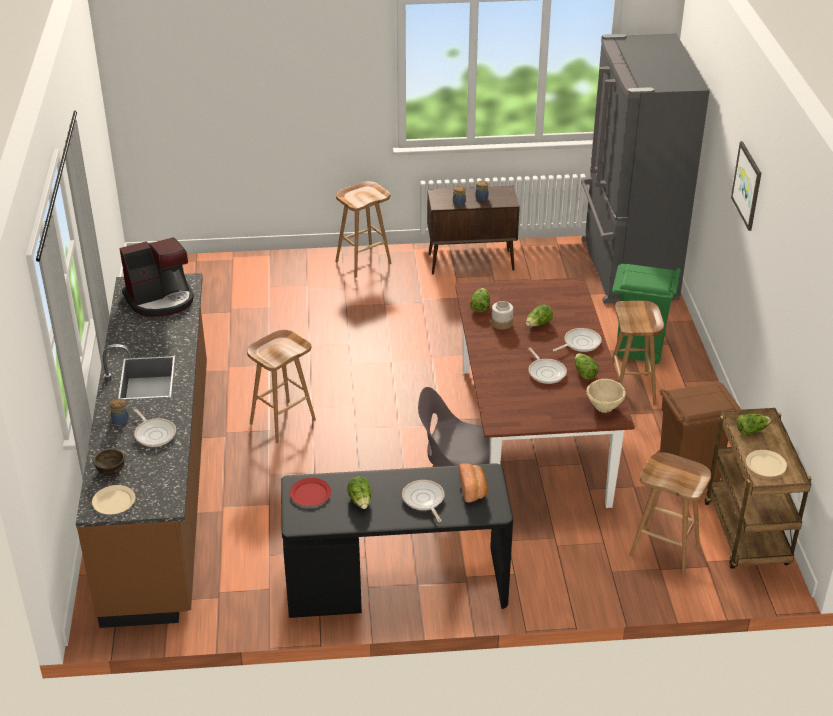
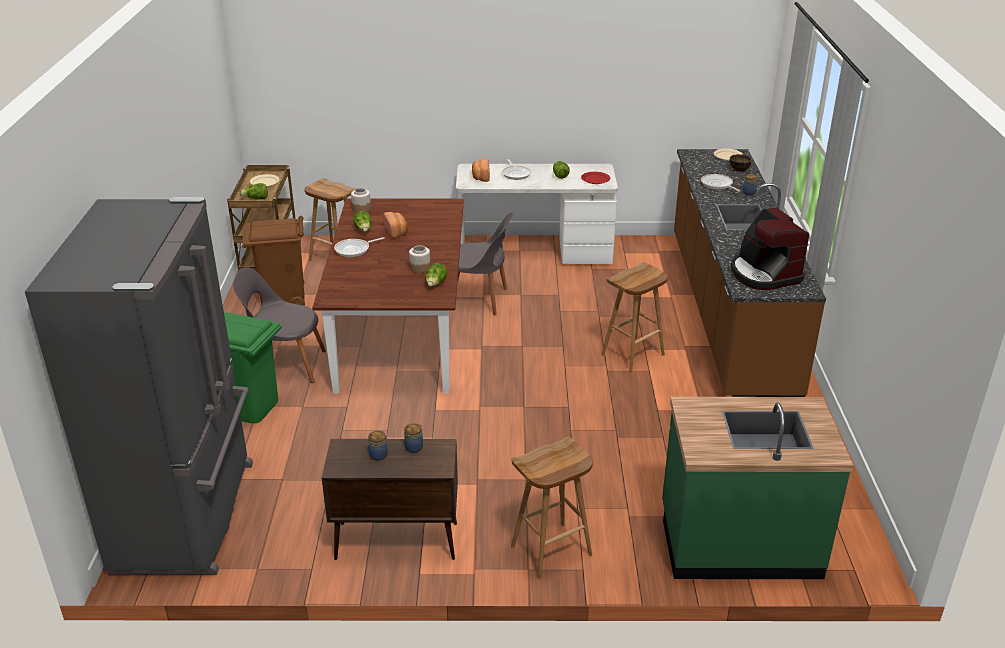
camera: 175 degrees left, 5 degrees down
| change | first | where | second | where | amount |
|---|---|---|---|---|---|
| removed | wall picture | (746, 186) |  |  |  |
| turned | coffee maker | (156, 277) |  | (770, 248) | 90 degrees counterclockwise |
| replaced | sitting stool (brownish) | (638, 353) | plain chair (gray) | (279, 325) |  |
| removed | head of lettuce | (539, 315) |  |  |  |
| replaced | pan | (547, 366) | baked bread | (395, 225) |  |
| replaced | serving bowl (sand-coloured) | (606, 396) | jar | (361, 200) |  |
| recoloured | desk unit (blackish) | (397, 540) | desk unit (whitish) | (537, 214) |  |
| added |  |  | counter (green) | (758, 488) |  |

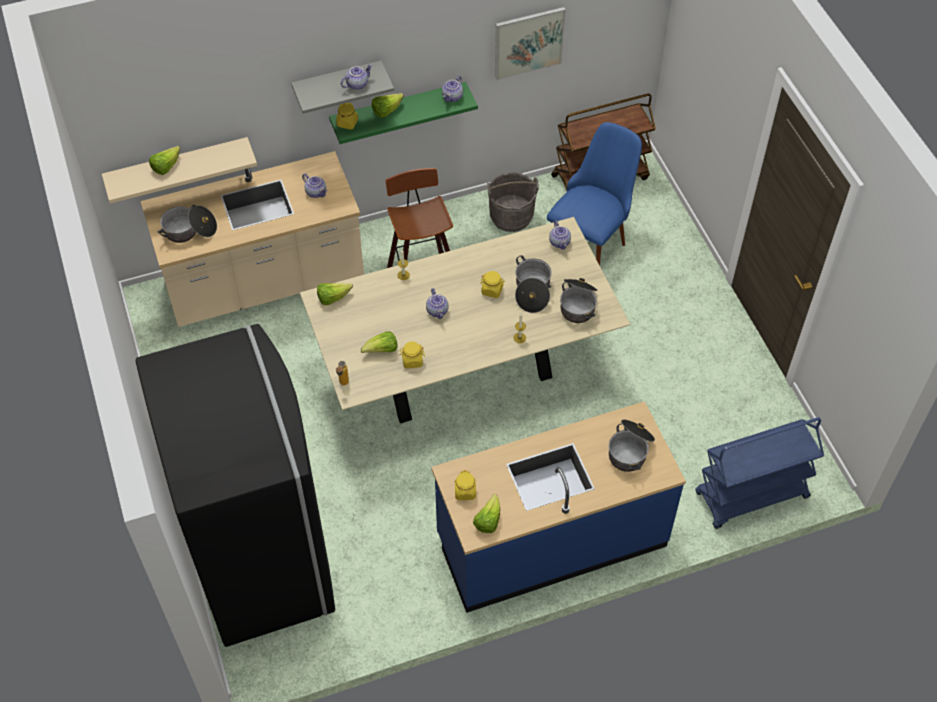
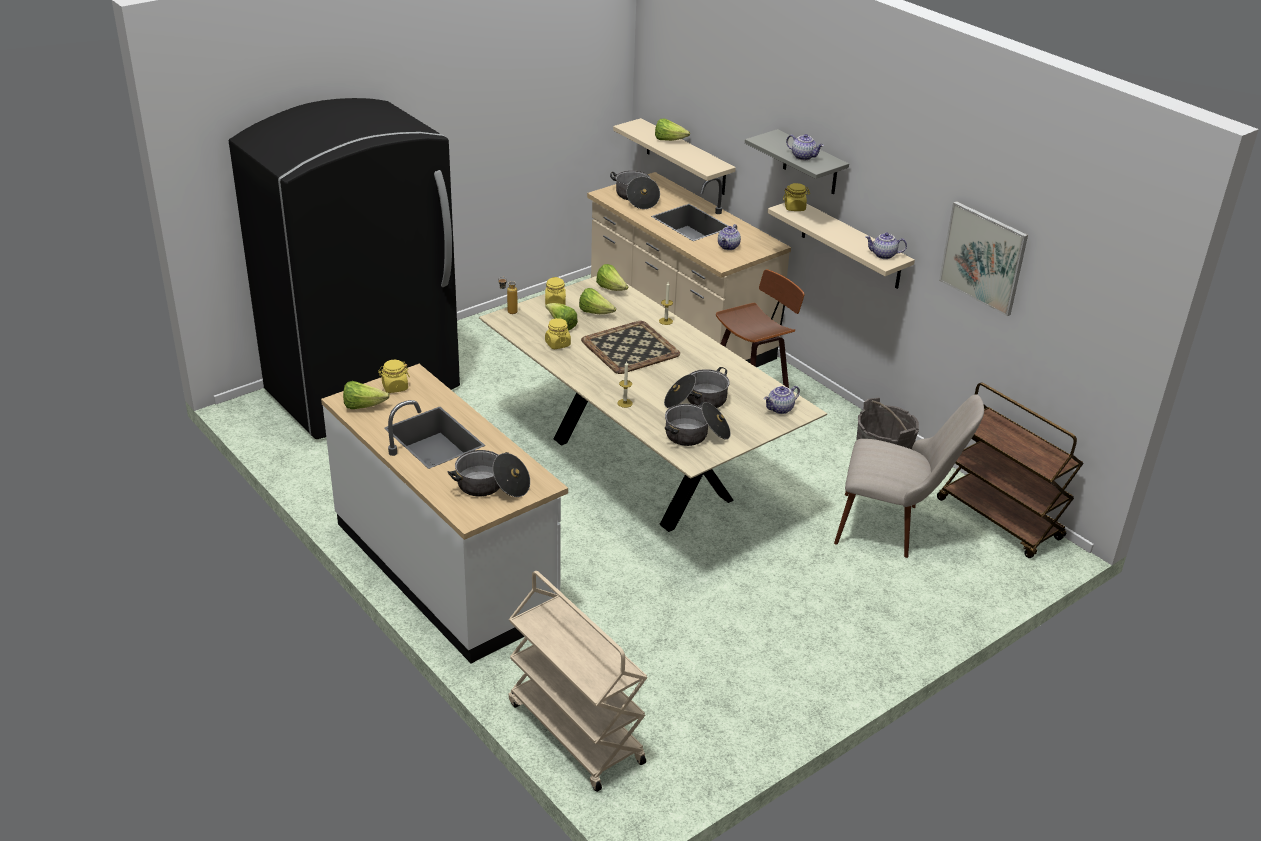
camera: 70 degrees right, 20 degrees down
| change | first | where | second | where | amount |
|---|---|---|---|---|---|
| recoloured | wall shelf (green) | (403, 113) | wall shelf (sand-coloured) | (841, 246) |  |
| moved | head of lettuce | (388, 105) |  | (597, 301) |  |
| recoloured | plain chair (blue-coloured) | (594, 193) | plain chair (sand-coloured) | (909, 476) |  |
| moved | jar (yellow-coloured) | (492, 284) |  | (555, 291) |  |
| replaced | teapot | (437, 303) | tray | (630, 347) |  |
| recoloured | counter (blue-coloured) | (558, 507) | counter (whitish) | (444, 513) |  |
| recoloured | cart (blue-coloured) | (759, 473) | cart (sand-coloured) | (578, 681) |  |

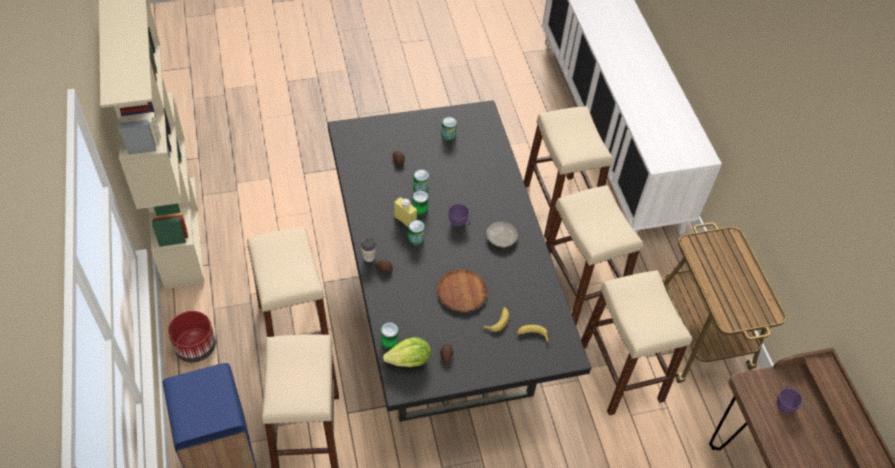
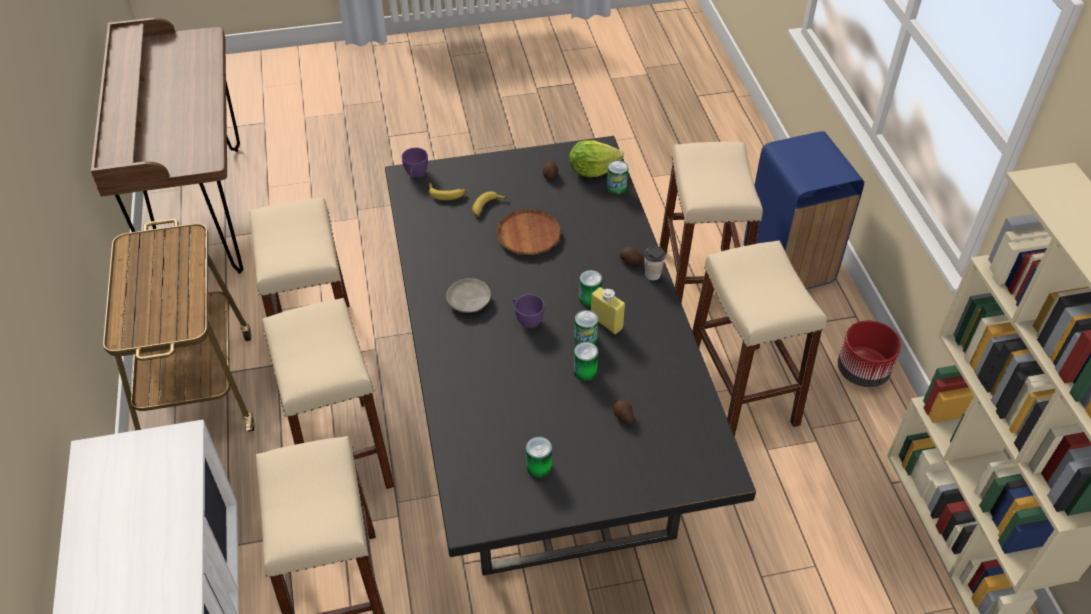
camera: 175 degrees left, 5 degrees down
| change | first | where | second | where | amount |
|---|---|---|---|---|---|
| moved | cup (purple-coloured) | (790, 399) |  | (415, 162) |  |

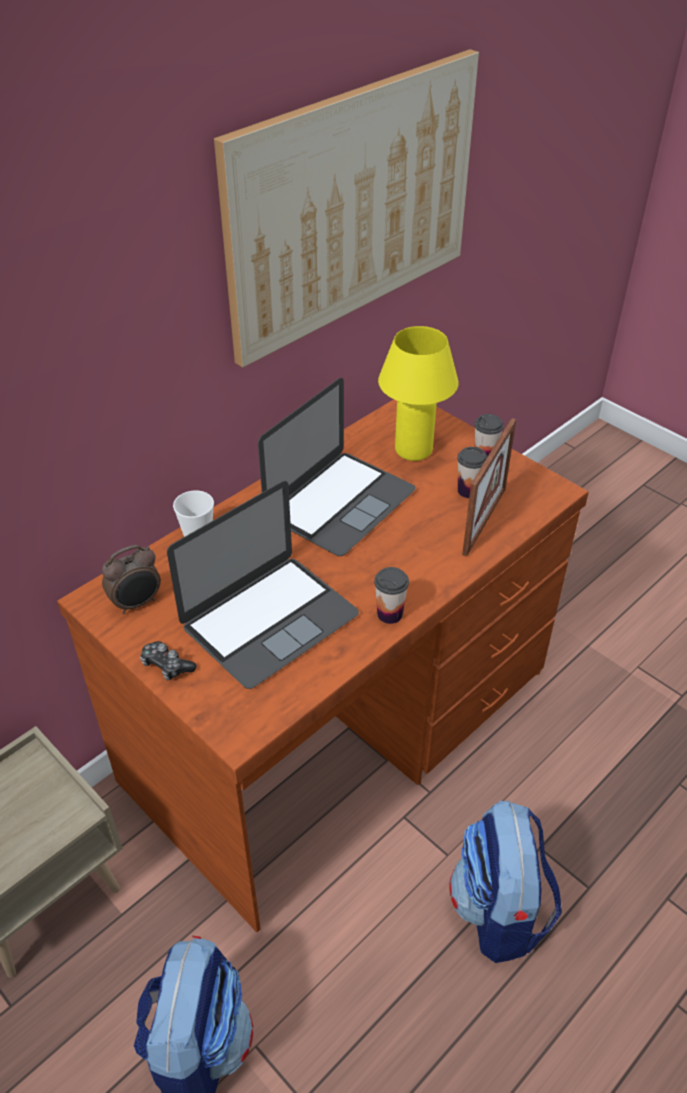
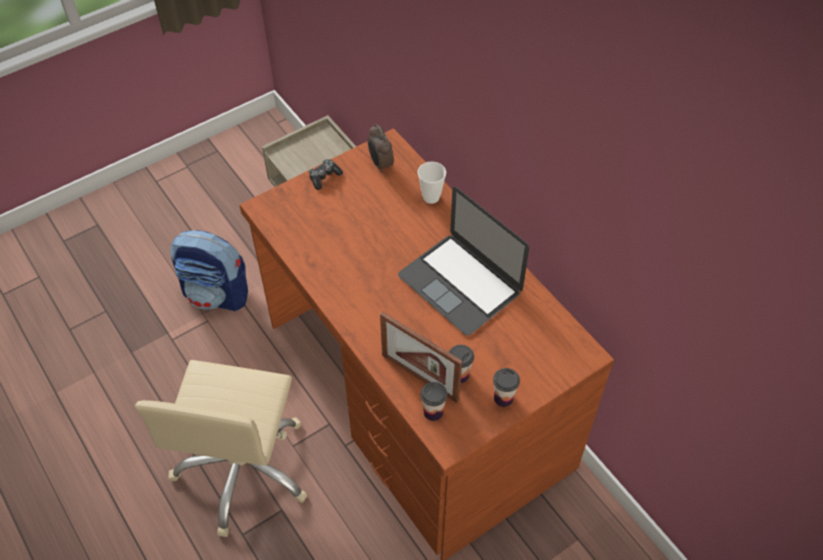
camera: 100 degrees right, 10 degrees up
| change | first | where | second | where | amount |
|---|---|---|---|---|---|
| removed | wall picture | (346, 208) |  |  |  |
| removed | tabletop lamp (yellow-coloured) | (418, 393) |  |  |  |
| removed | notebook computer | (263, 585) |  |  |  |
| moved | cup | (391, 595) |  | (434, 401) |  |
| replaced | knapsack | (506, 882) | office chair (sand-coloured) | (221, 448) |  |

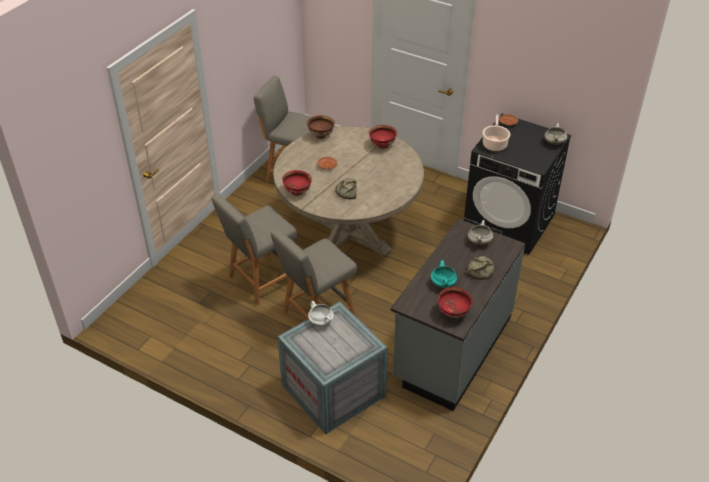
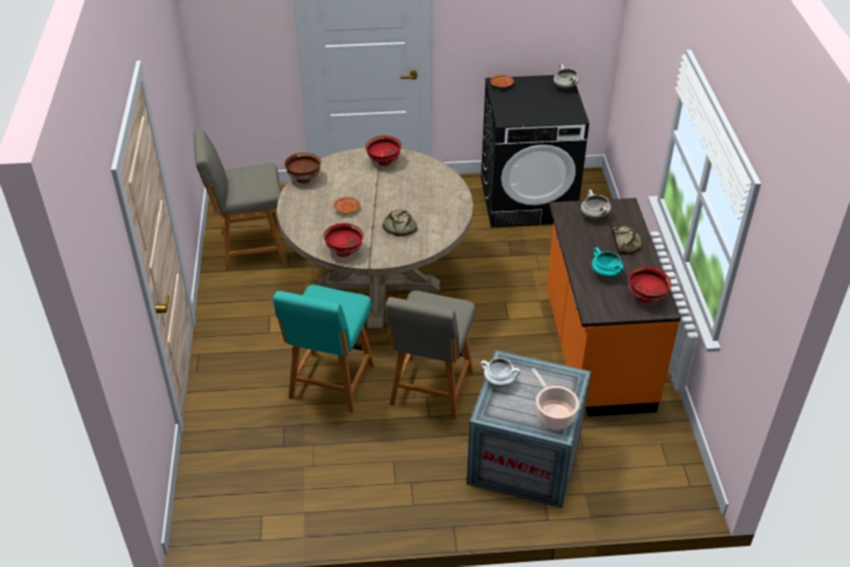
camera: 35 degrees left, 0 degrees up
| change | first | where | second | where | amount |
|---|---|---|---|---|---|
| moved | cooking pot | (496, 133) |  | (555, 398) |  |
| recoloured | plain chair (gray) | (254, 249) | plain chair (blue-green) | (324, 349) |  |
| recoloured | counter (gray) | (458, 315) | counter (orange-coloured) | (614, 307) |  |

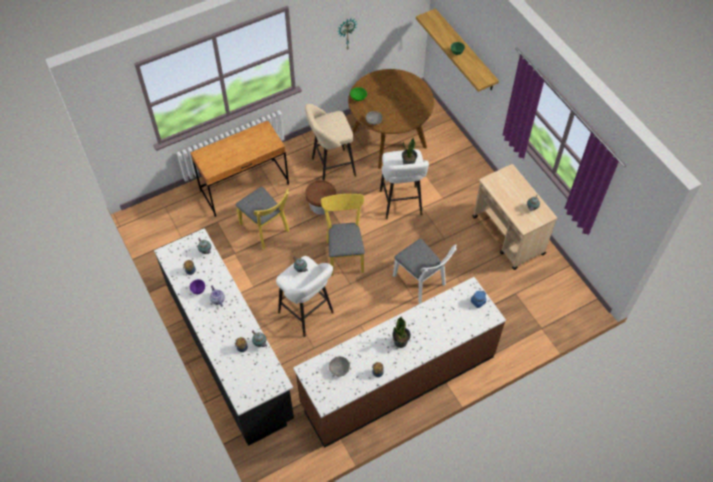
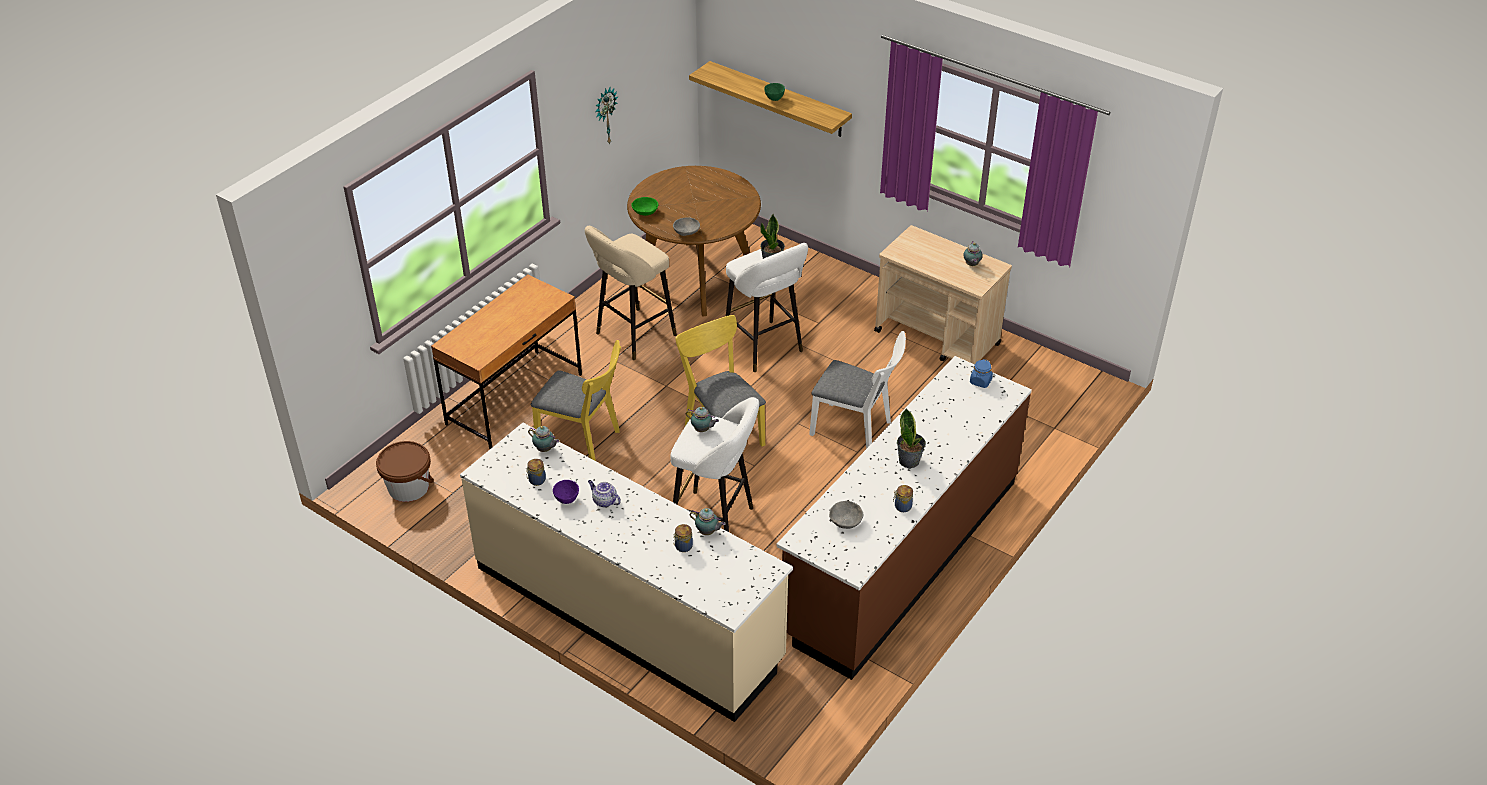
camera: 25 degrees left, 15 degrees down
| change | first | where | second | where | amount |
|---|---|---|---|---|---|
| moved | pail (brownish) | (320, 197) |  | (405, 471) |  |
| recoloured | counter (blackish) | (224, 337) | counter (sand-coloured) | (626, 572) |  |

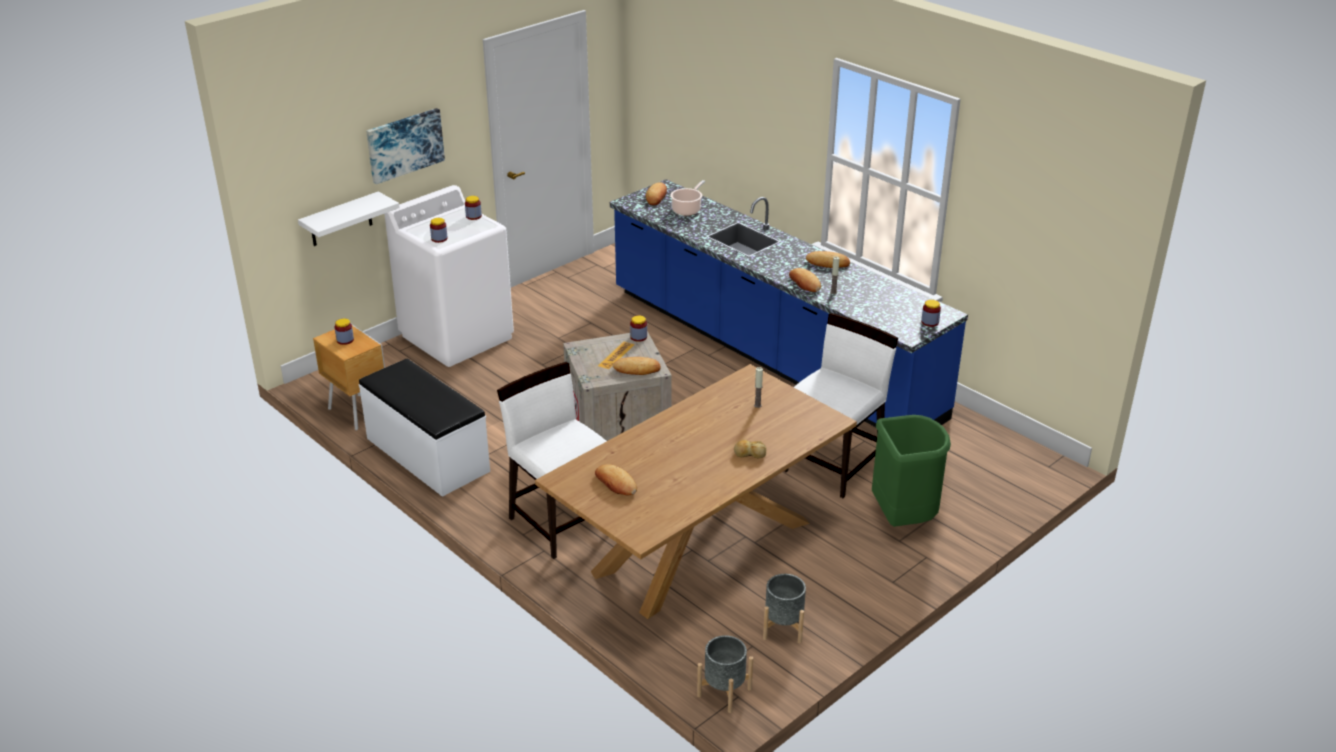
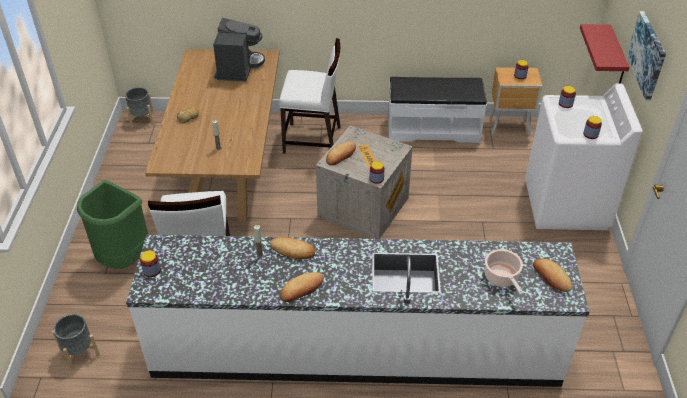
camera: 135 degrees right, 10 degrees up
| change | first | where | second | where | amount |
|---|---|---|---|---|---|
| recoloured | counter (blue-coloured) | (789, 303) | counter (whitish) | (358, 311) |  |
| recoloured | wall shelf (whitish) | (349, 218) | wall shelf (red-coloured) | (605, 53) |  |
| replaced | baked bread | (616, 479) | coffee maker | (239, 50) |  |
| moved | flower pot (gray) | (784, 608) |  | (76, 342) |  |

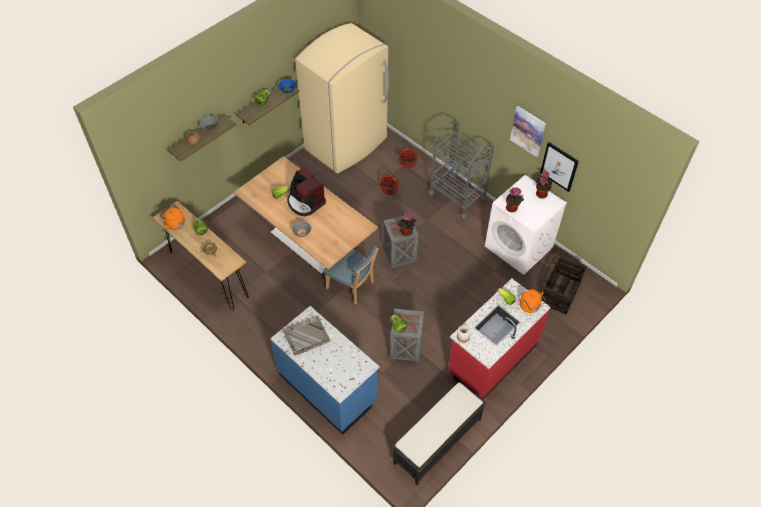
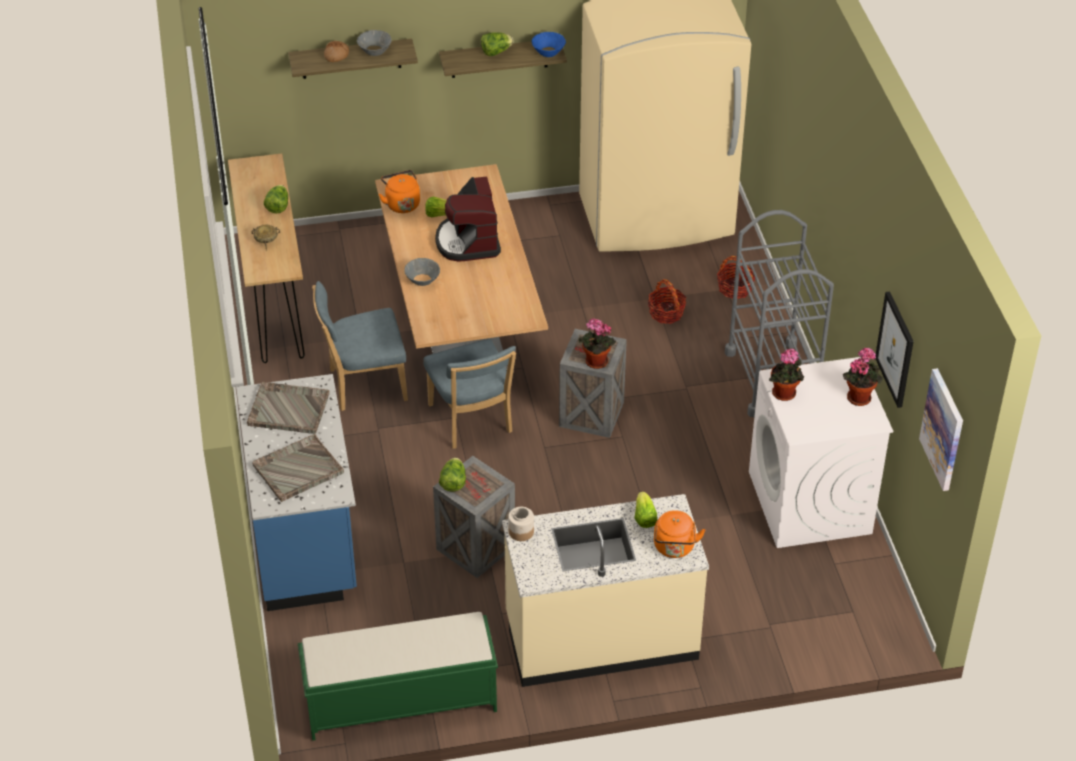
camera: 35 degrees right, 10 degrees down
| change | first | where | second | where | amount |
|---|---|---|---|---|---|
| moved | wall picture | (528, 131) |  | (941, 429) |  |
| moved | water kettle (orange-coloured) | (172, 217) |  | (399, 191) |  |
| removed | crate | (564, 285) |  |  |  |
| recoloured | counter (red-coloured) | (499, 339) | counter (sand-coloured) | (605, 590) |  |
| recoloured | long seat (blackish) | (439, 433) | long seat (green) | (398, 676) |  |
| added |  |  | plain chair (blue-coloured) | (360, 346) |  |
| added |  |  | tray (gray) | (298, 468) |  |

